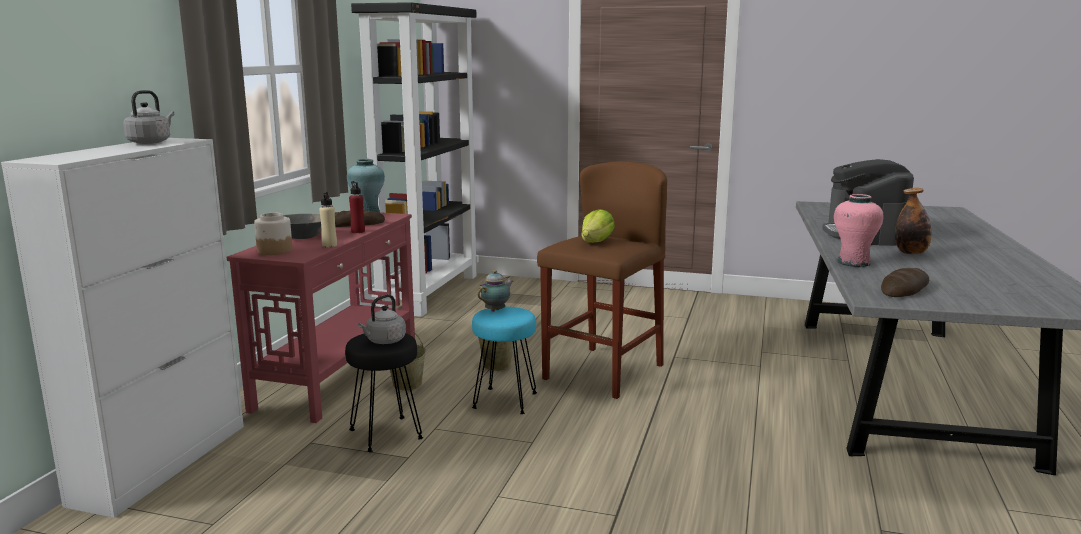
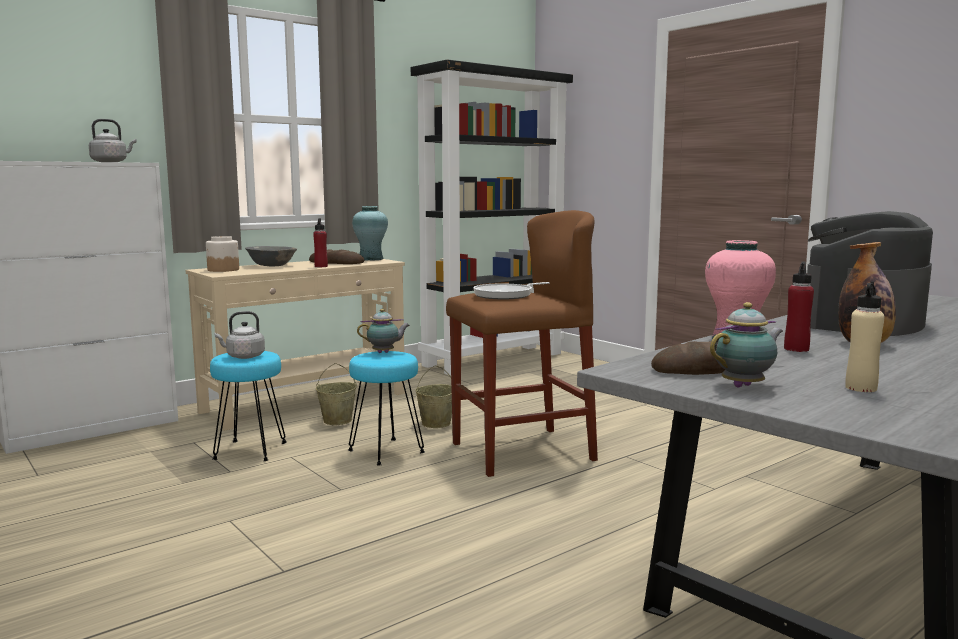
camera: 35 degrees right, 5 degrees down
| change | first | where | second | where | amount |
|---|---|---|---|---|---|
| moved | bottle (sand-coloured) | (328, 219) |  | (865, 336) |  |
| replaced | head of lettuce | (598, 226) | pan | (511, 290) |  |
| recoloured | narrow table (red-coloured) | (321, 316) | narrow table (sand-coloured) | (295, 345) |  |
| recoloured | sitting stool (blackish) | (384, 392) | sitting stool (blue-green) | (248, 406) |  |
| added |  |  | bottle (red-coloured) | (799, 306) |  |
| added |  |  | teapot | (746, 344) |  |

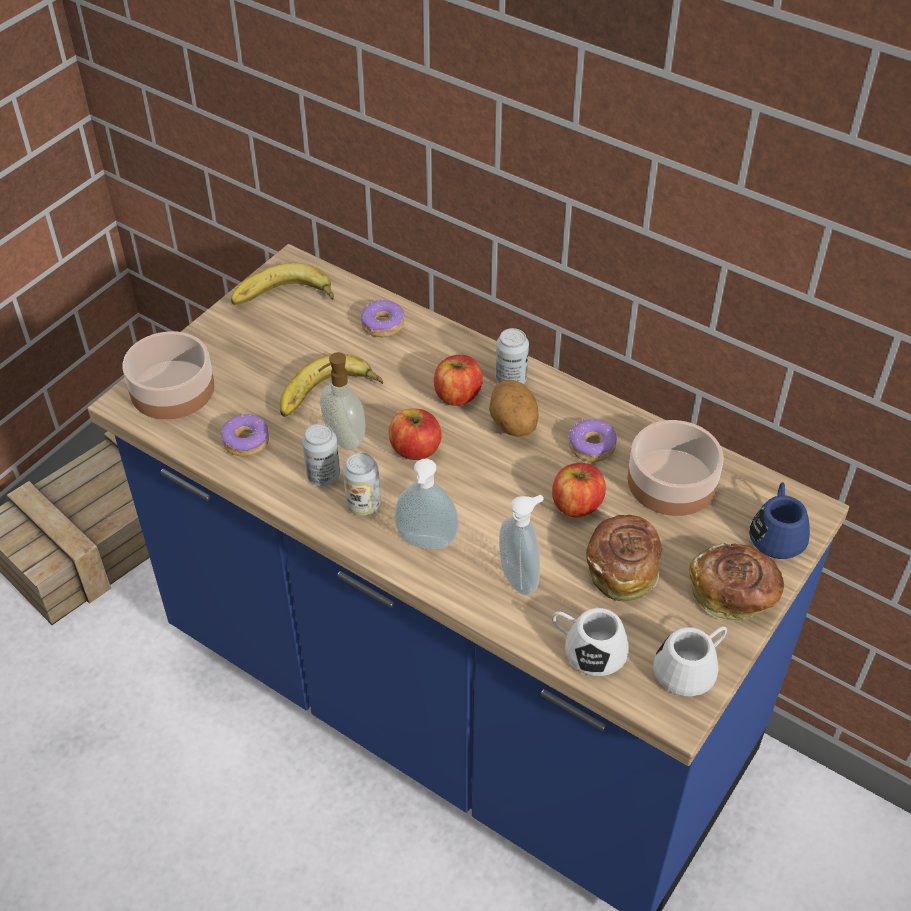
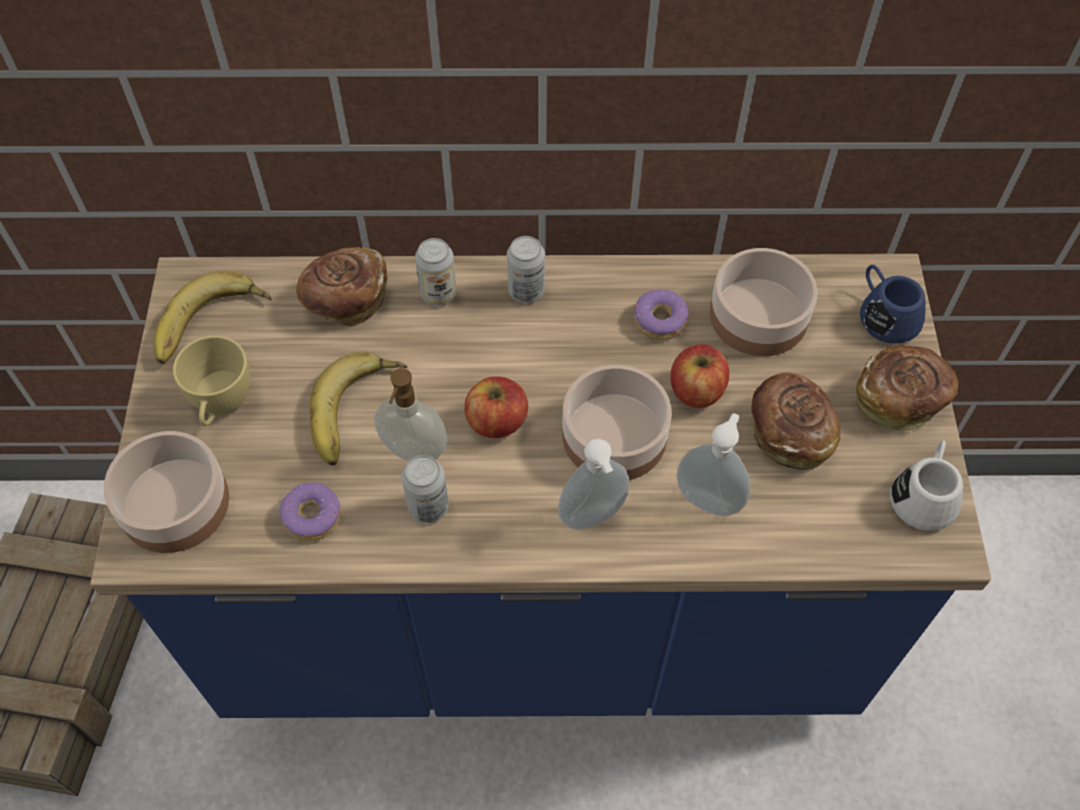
camera: 35 degrees left, 10 degrees up
| change | first | where | second | where | amount |
|---|---|---|---|---|---|
| replaced | donut | (382, 319) | baked bread | (341, 286) |  |
| removed | whole apple | (458, 380) |  |  |  |
| removed | spud | (514, 408) |  |  |  |
| moved | metal can | (361, 484) |  | (436, 271) |  |
| removed | mug (whitish) | (590, 642) |  |  |  |
| added |  |  | cup (yellow-coloured) | (211, 381) |  |
| added |  |  | serving bowl | (617, 422) |  |

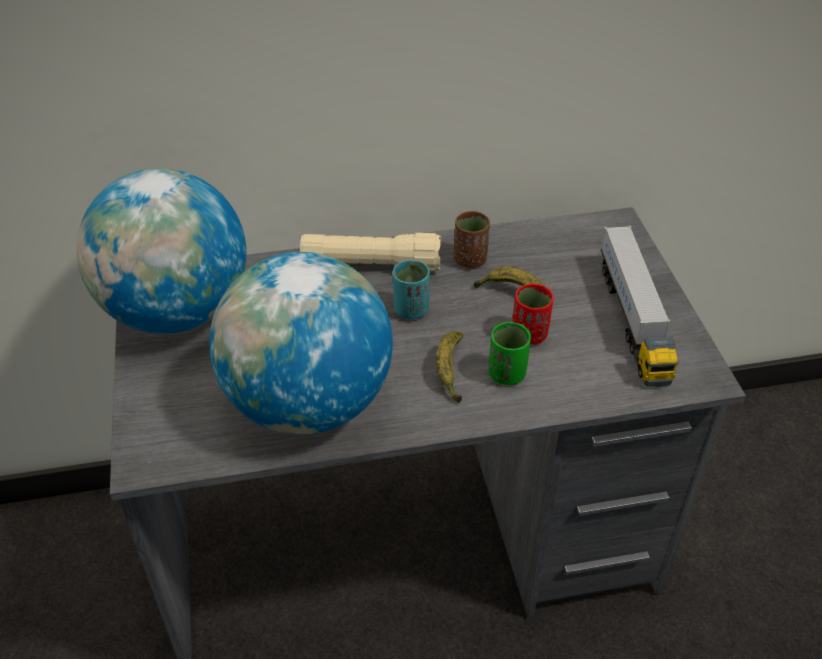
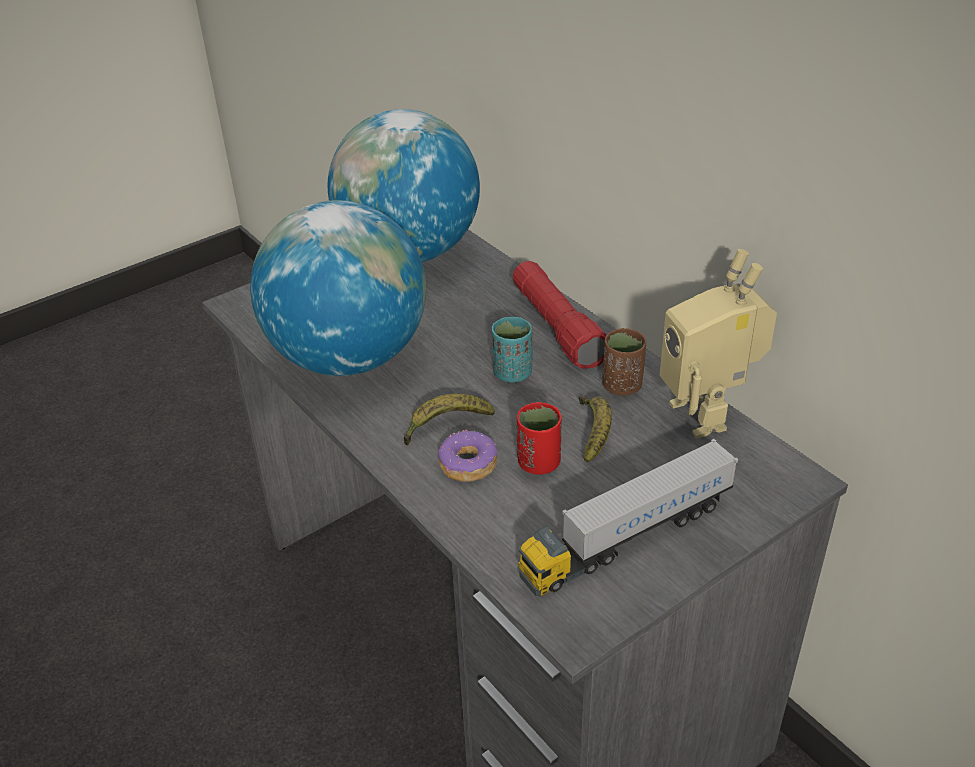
camera: 65 degrees right, 5 degrees down
| change | first | where | second | where | amount |
|---|---|---|---|---|---|
| recoloured | hand torch (sand-coloured) | (370, 252) | hand torch (red-coloured) | (560, 315) |  |
| replaced | cup (green) | (509, 353) | donut | (467, 455) |  |
| added |  |  | toy robot | (718, 344) |  |

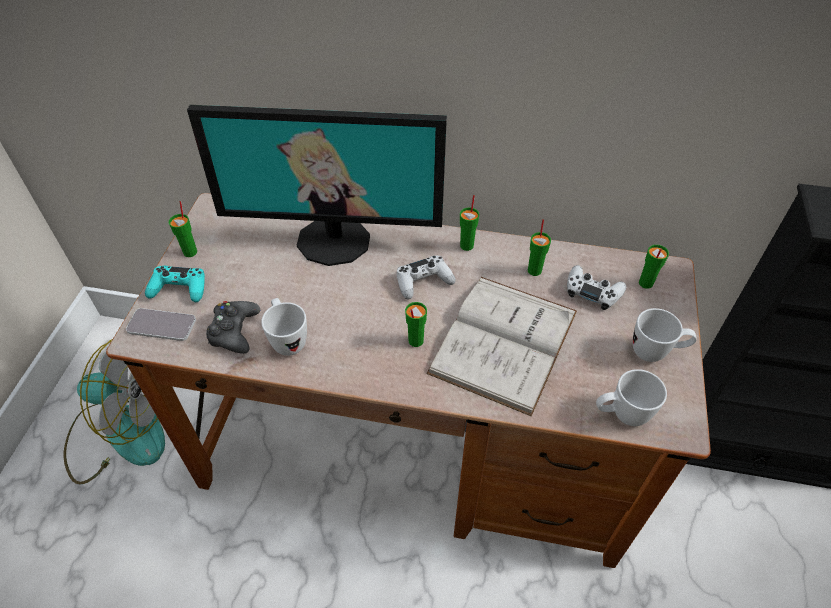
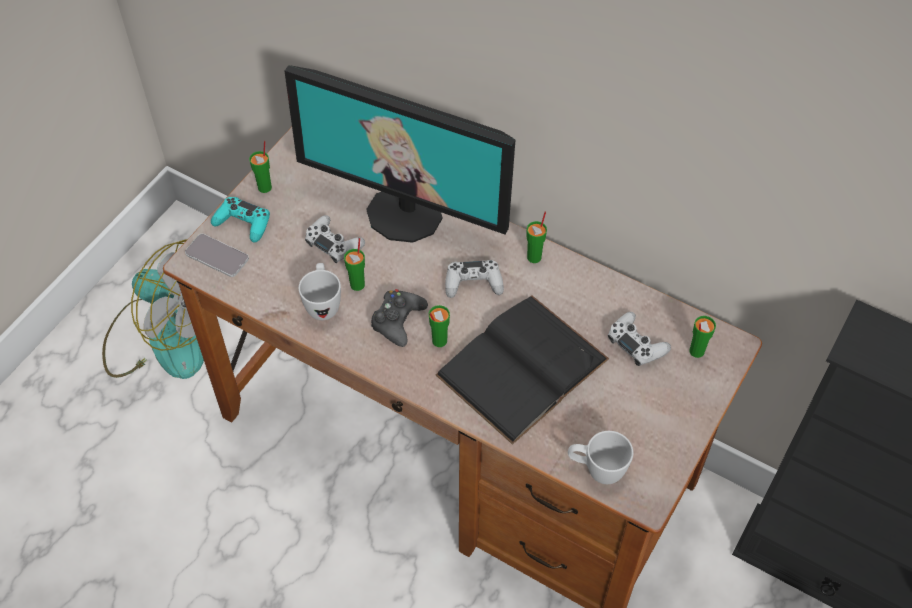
camera: 20 degrees right, 5 degrees up
| change | first | where | second | where | amount |
|---|---|---|---|---|---|
| moved | cup (green) | (539, 247) |  | (354, 264) |  |
| recoloured | book (whitish) | (501, 347) | book (blackish) | (522, 370) |  |
| moved | joypad (blackish) | (233, 327) |  | (399, 318) |  |
| removed | mug (whitish) | (665, 335) |  |  |  |
| added |  |  | joypad (whitish) | (335, 239) |  |

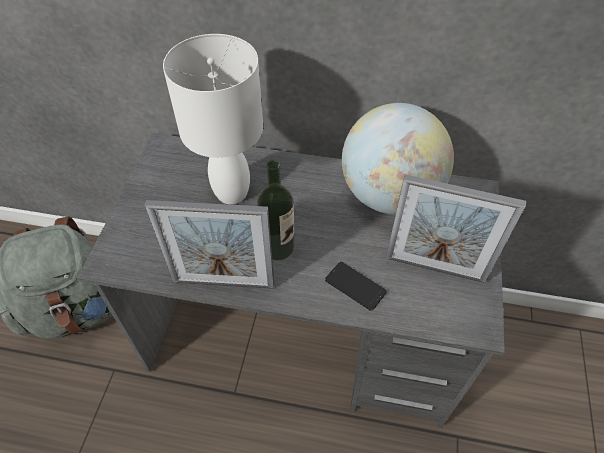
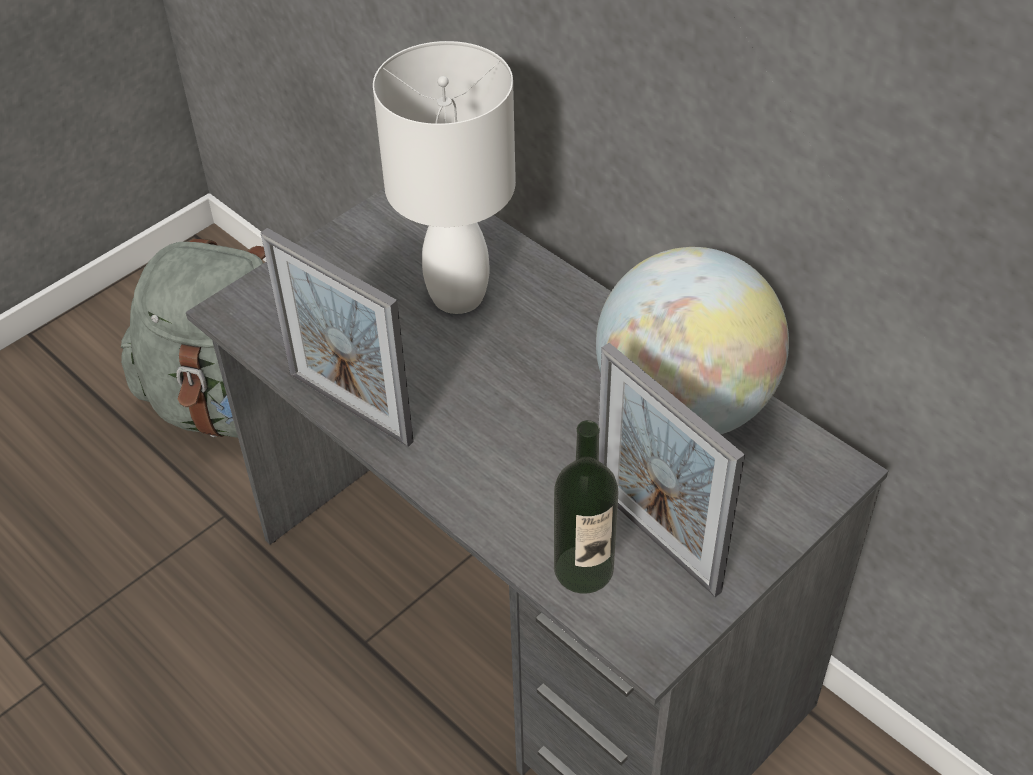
camera: 35 degrees right, 5 degrees down
| change | first | where | second | where | amount |
|---|---|---|---|---|---|
| moved | bottle | (275, 210) |  | (586, 507) |  |
| removed | telephone | (356, 286) |  |  |  |

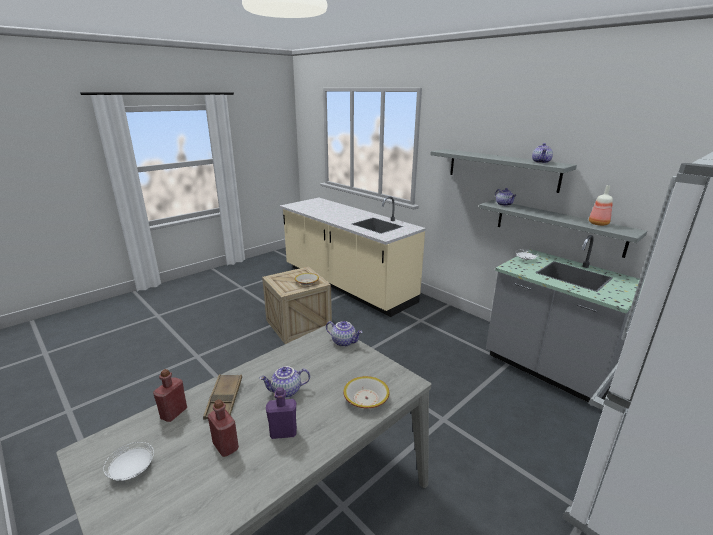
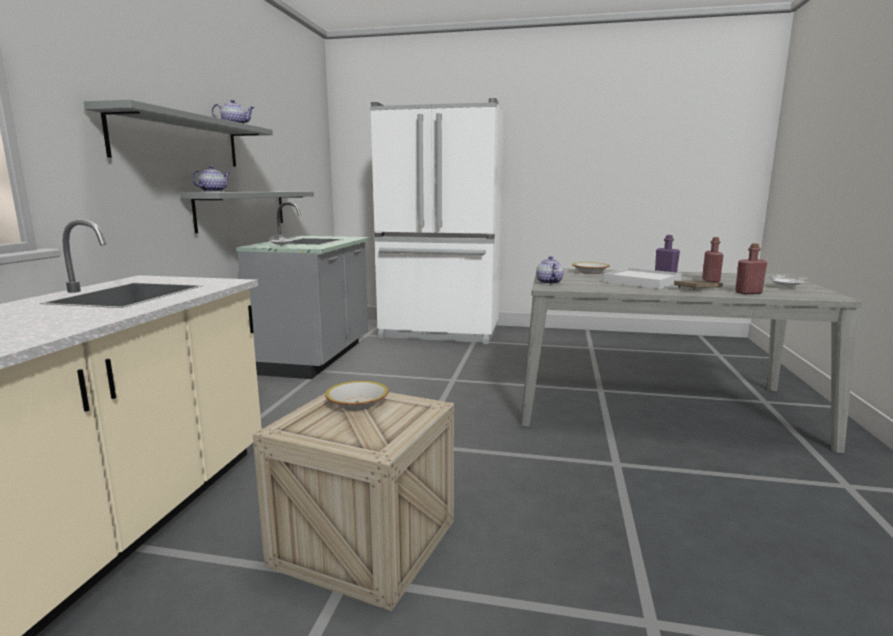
camera: 125 degrees left, 10 degrees down
| change | first | where | second | where | amount |
|---|---|---|---|---|---|
| removed | bottle | (601, 205) |  |  |  |
| replaced | teapot | (284, 382) | tray (whitish) | (642, 278) |  |

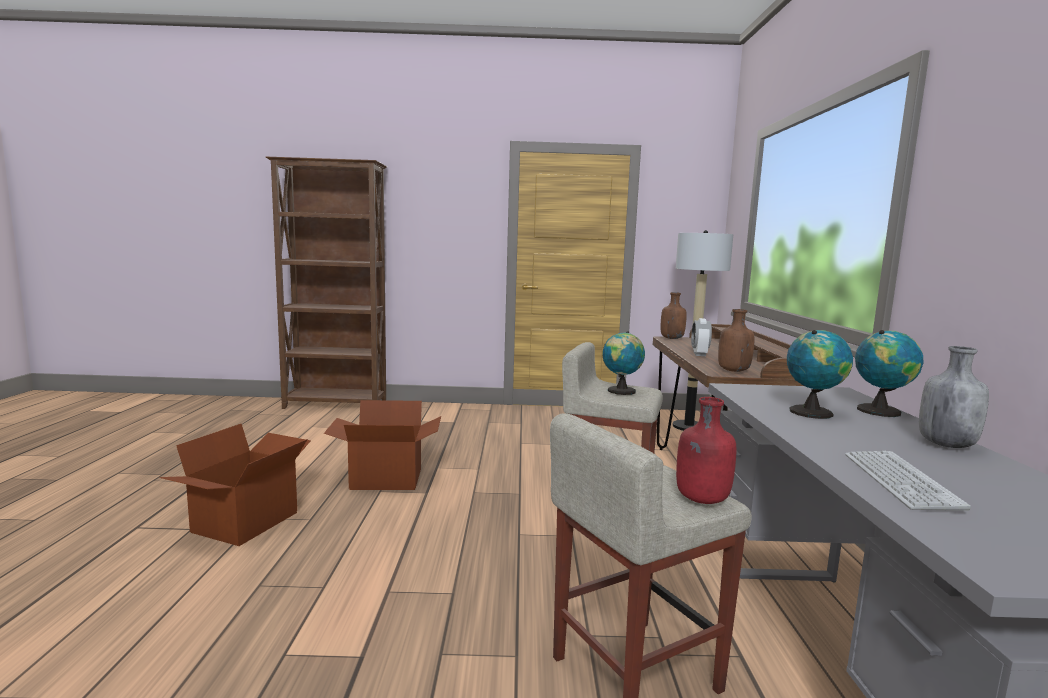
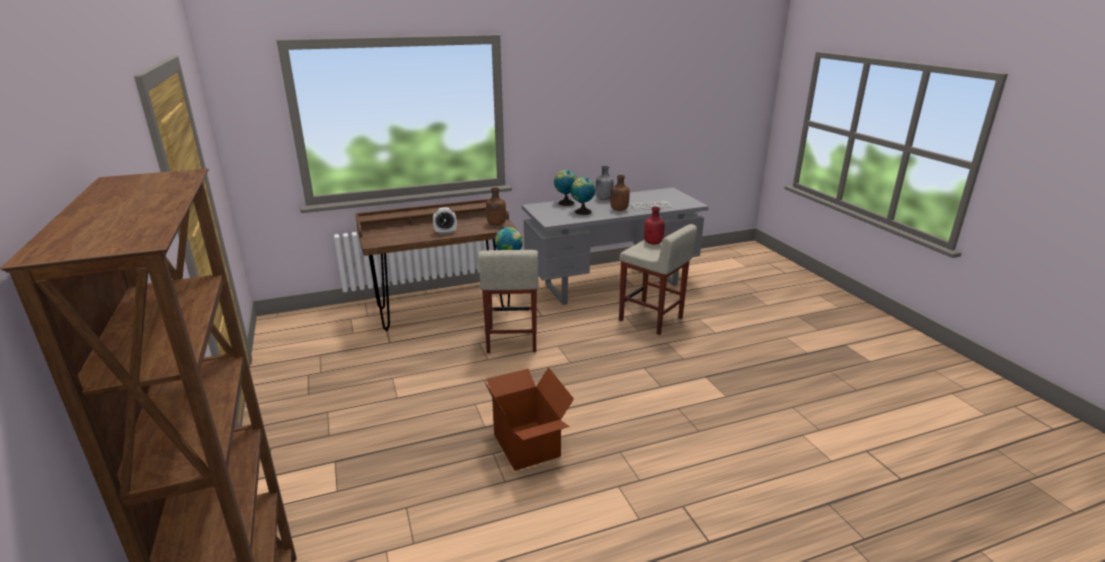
camera: 110 degrees left, 15 degrees up
| change | first | where | second | where | amount |
|---|---|---|---|---|---|
| removed | floor lamp | (703, 330) |  |  |  |
| moved | bottle (brownish) | (674, 315) |  | (620, 193) |  |
| removed | packing box | (235, 484) |  |  |  |

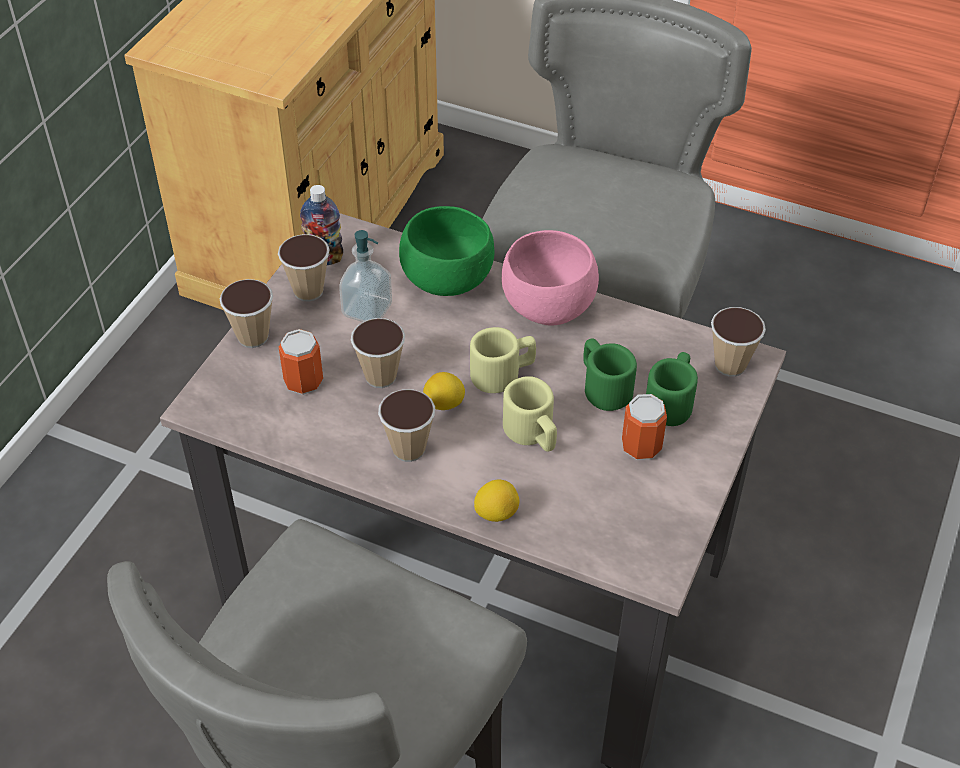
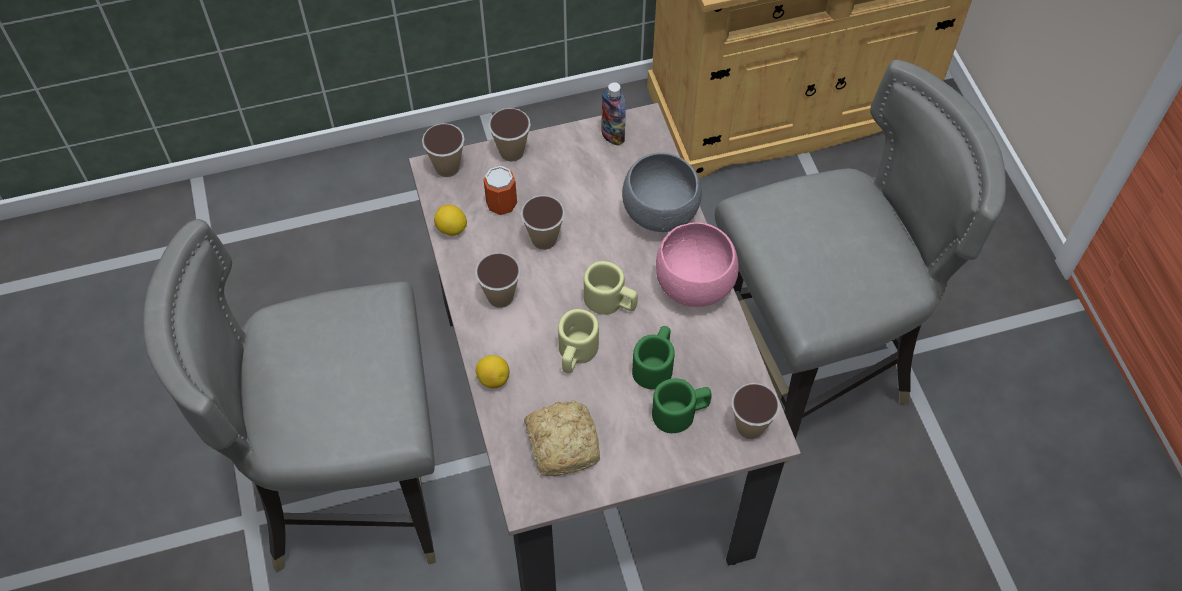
camera: 50 degrees right, 10 degrees up
| change | first | where | second | where | amount |
|---|---|---|---|---|---|
| recoloured | serving bowl (green) | (446, 251) | serving bowl (gray) | (662, 192) |  |
| removed | liquid soap bottle | (365, 276) |  |  |  |
| moved | cup | (304, 267) |  | (443, 150) |  |
| moved | whole lemon | (444, 391) |  | (450, 220) |  |
| removed | metal can | (644, 427) |  |  |  |
| added |  |  | baked bread | (562, 438) |  |

